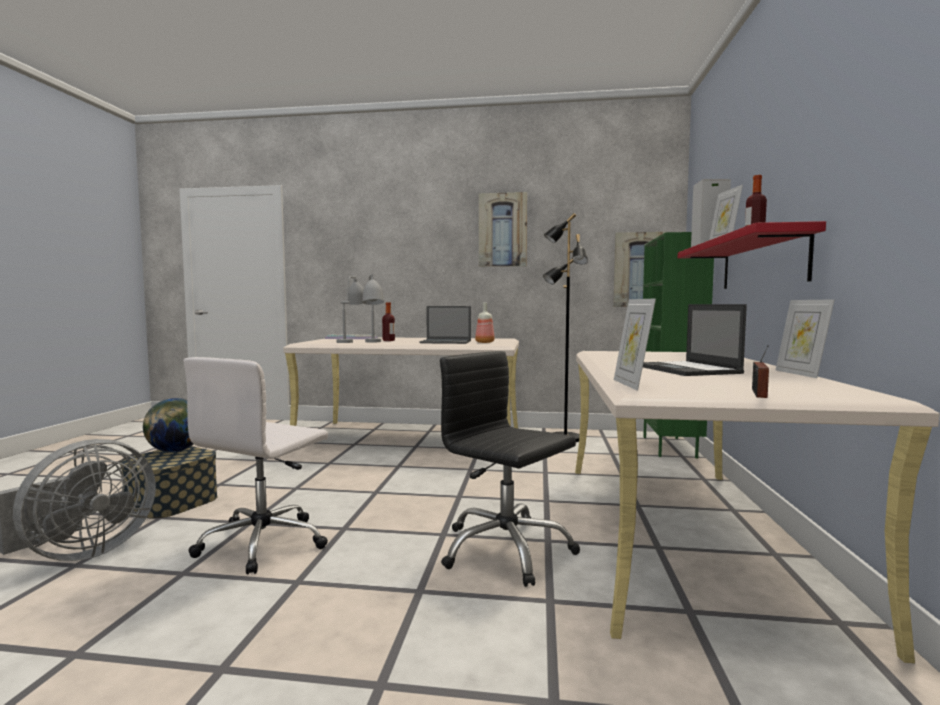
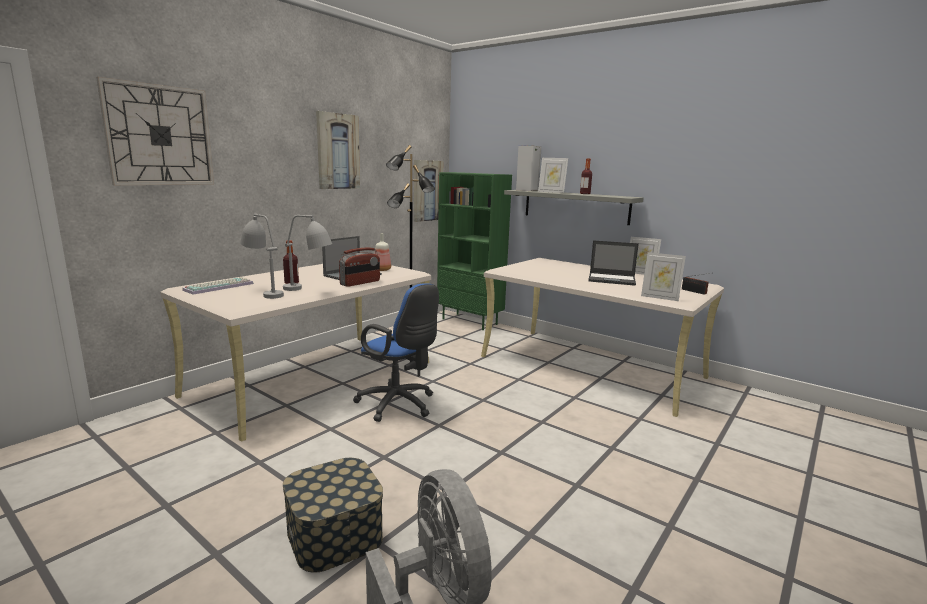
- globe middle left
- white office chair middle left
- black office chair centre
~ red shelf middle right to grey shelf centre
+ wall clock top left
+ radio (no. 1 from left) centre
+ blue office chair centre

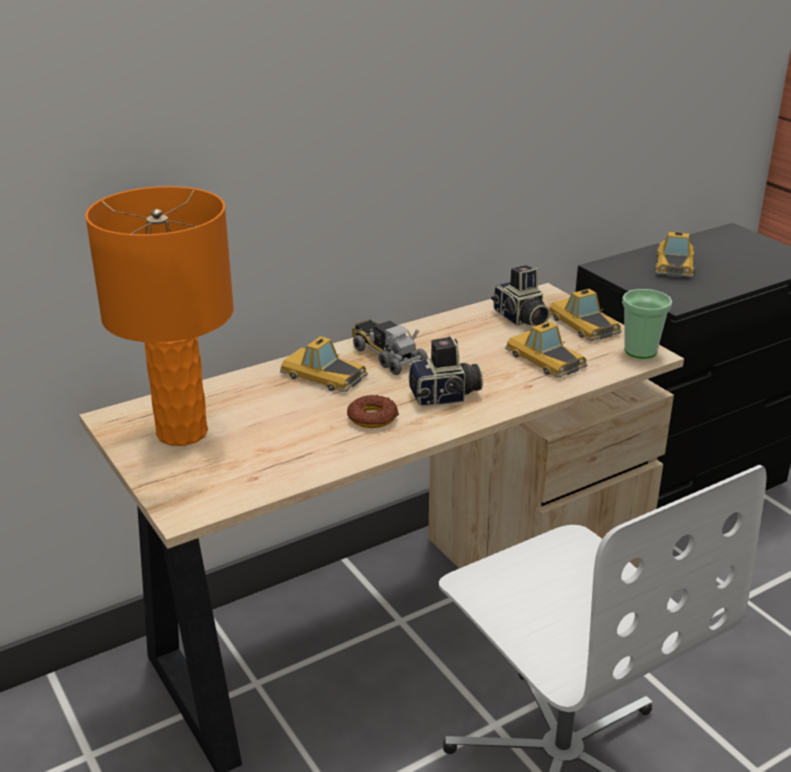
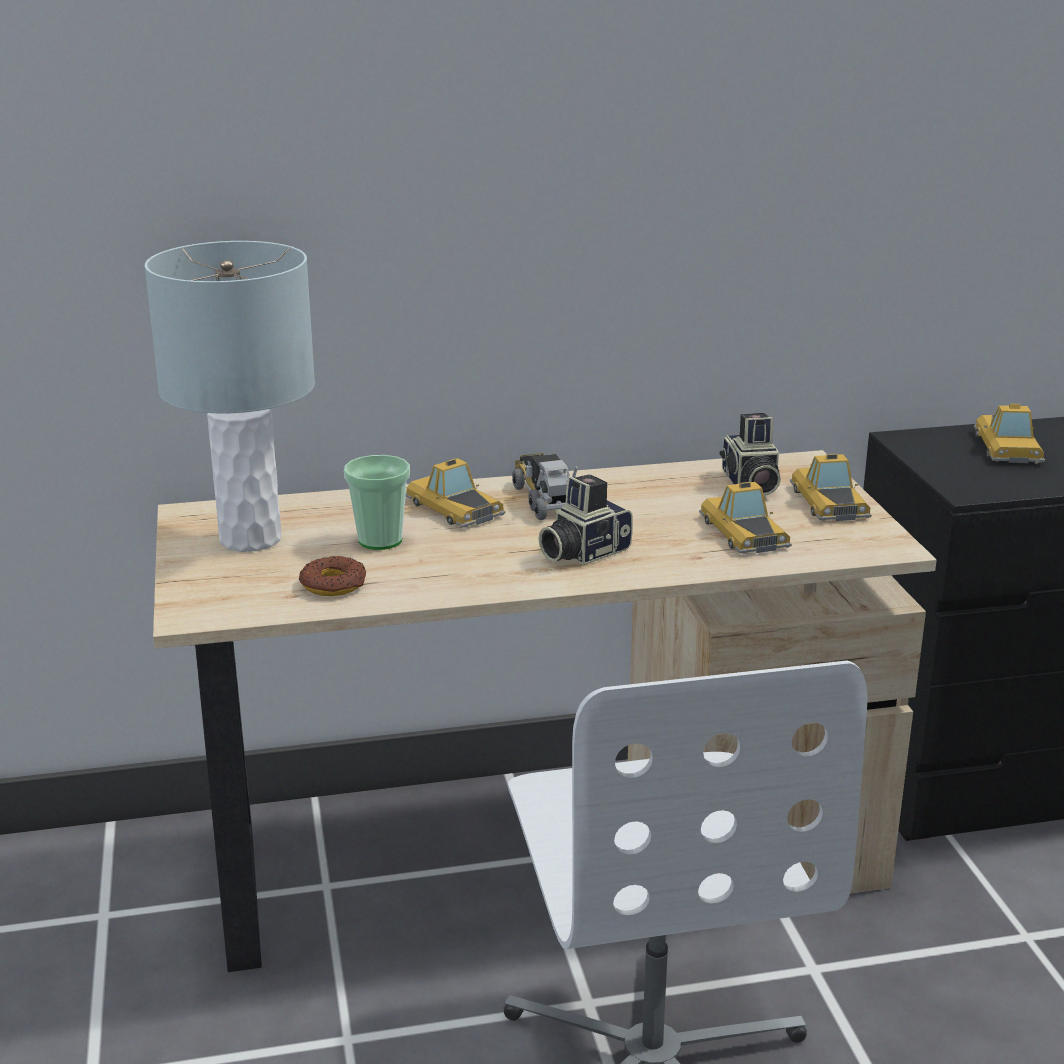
~ orange table lamp middle left to grey table lamp middle left
~ donut centre to middle left
~ photo camera (no. 1 from left) centre = centre 135 degrees clockwise
~ cup middle right to centre
~ toy car (no. 4 from left) top right = middle right 150 degrees clockwise

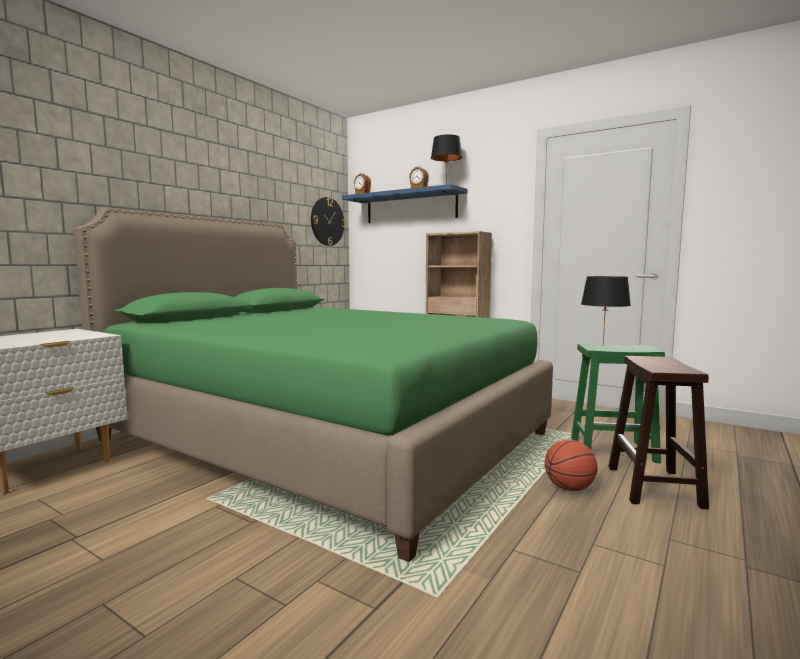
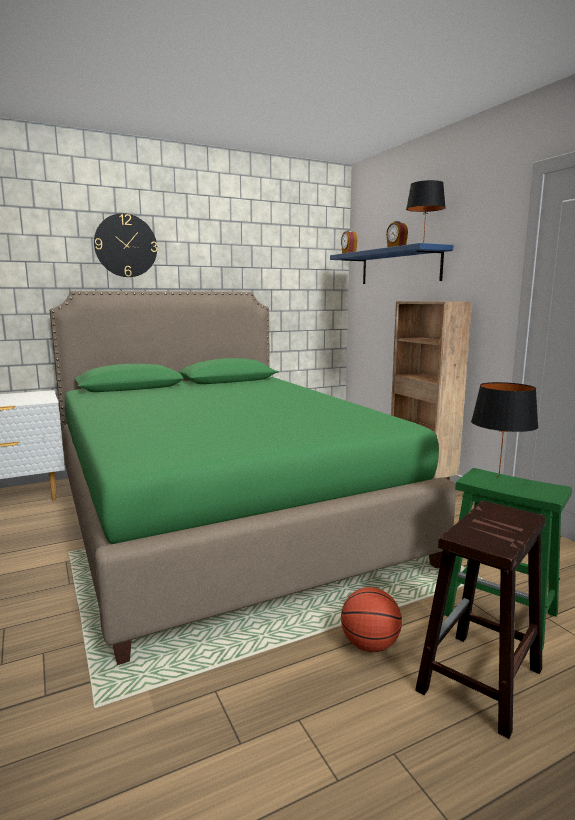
~ wall clock centre to top left

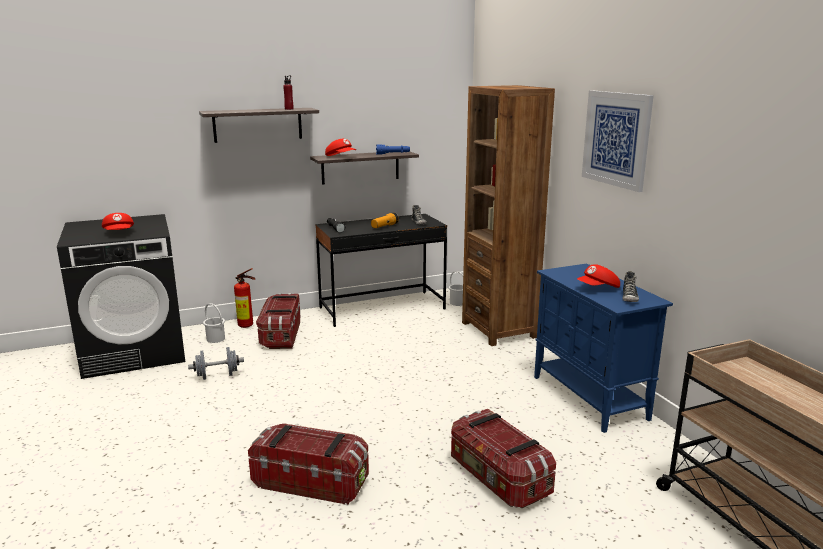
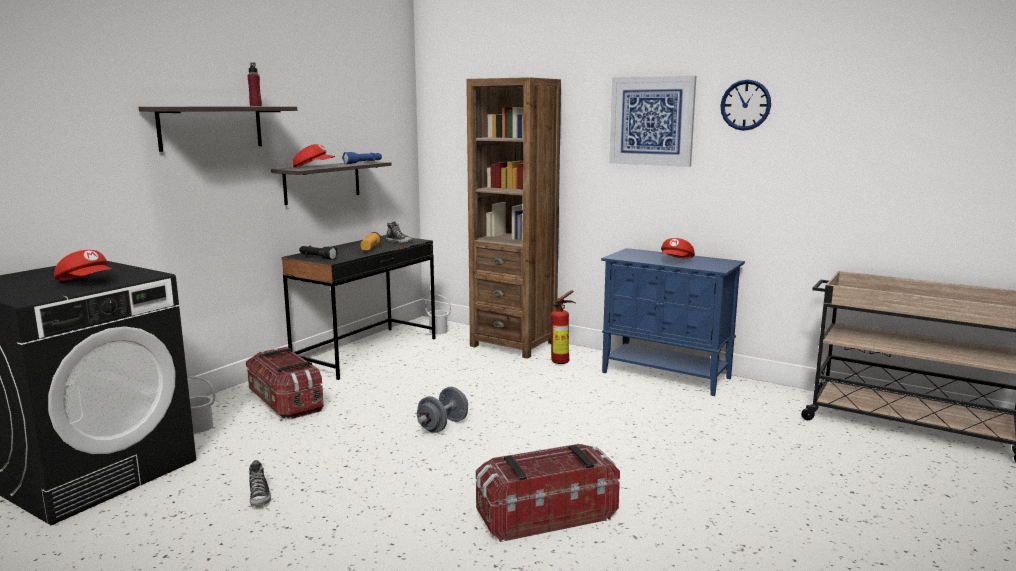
~ grey dumbbell middle left to bottom centre
~ fire extinguisher middle left to centre
- storage box (no. 3 from left) bottom centre
~ shoe (no. 2 from left in the first image) middle right to shoe (no. 1 from left) bottom left
+ wall clock top right

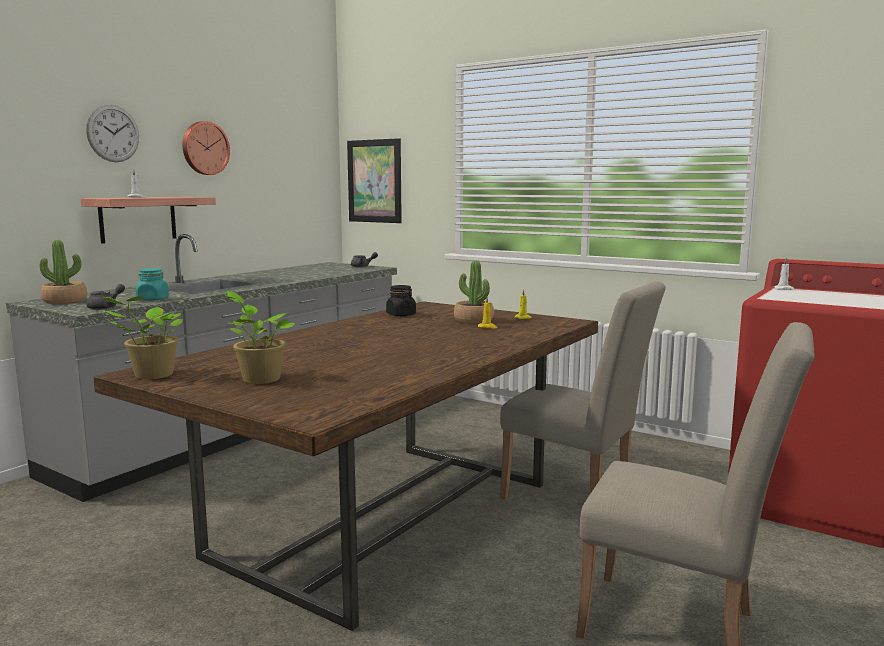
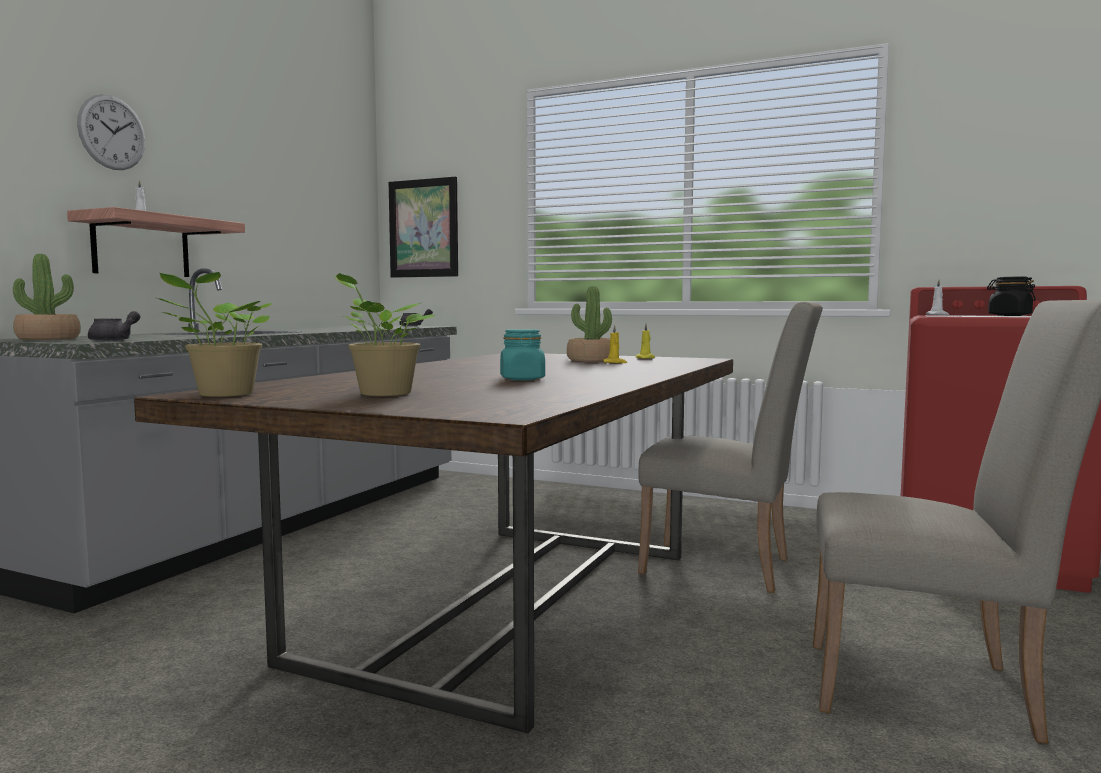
~ turquoise jar middle left to centre
- wall clock (no. 2 from left) top left
~ black jar centre to middle right

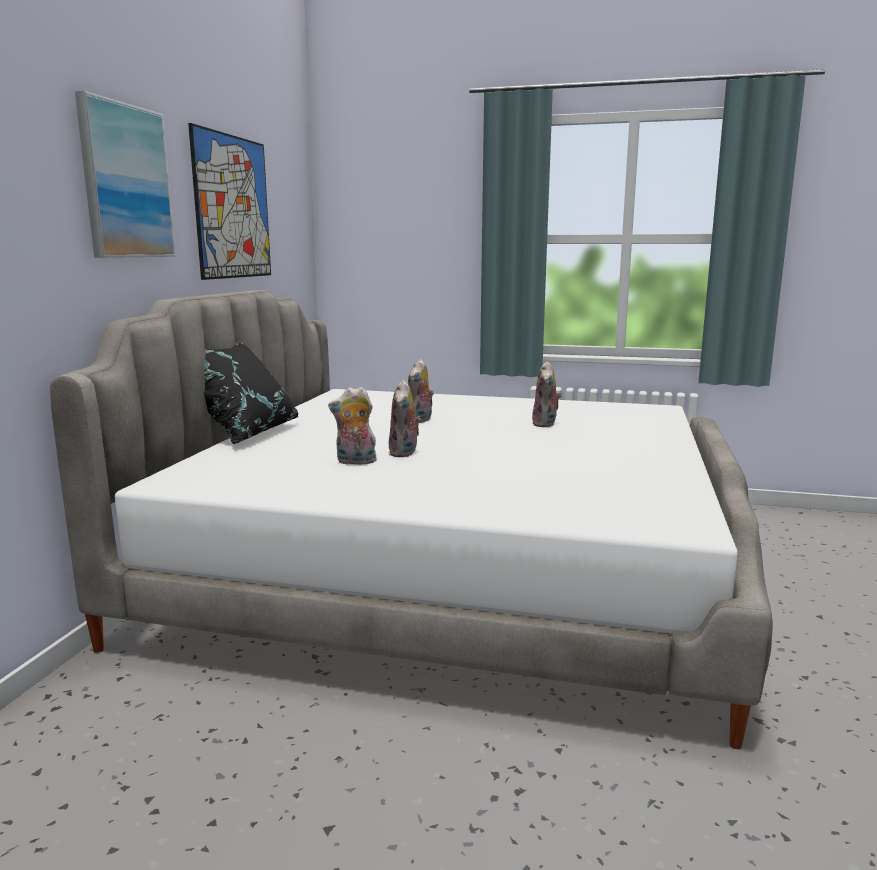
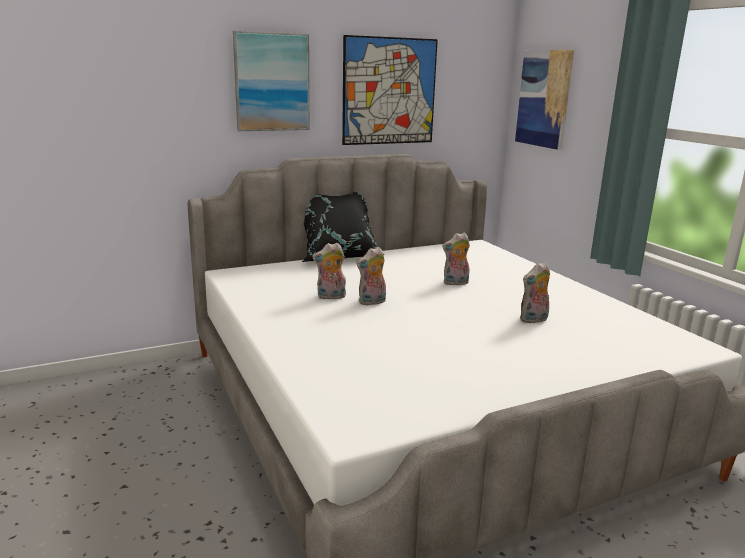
~ plush toy (no. 1 from left) centre = centre 60 degrees counterclockwise
+ picture (no. 3 from left) top right

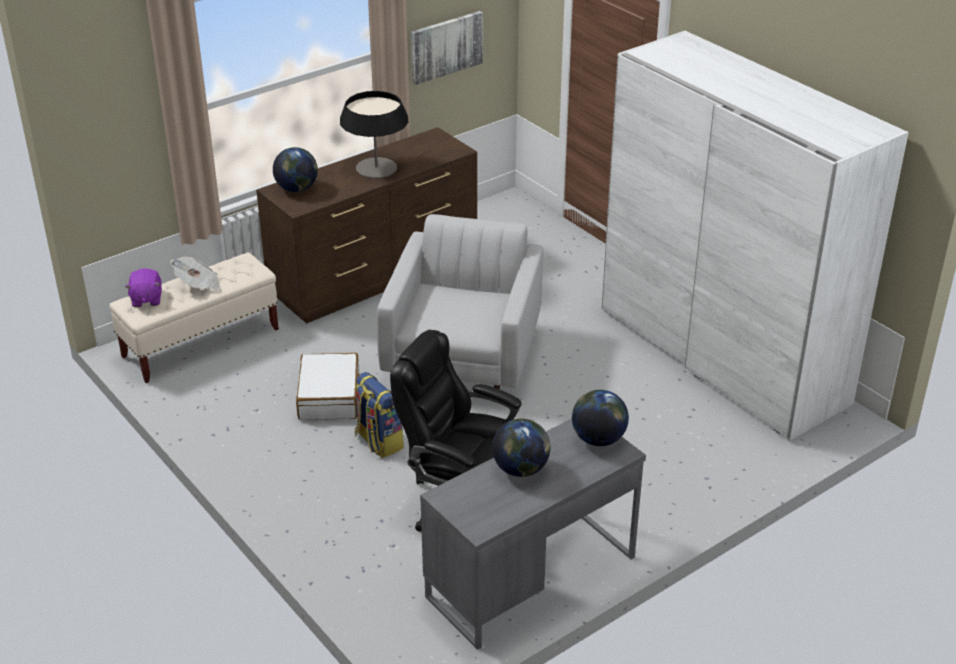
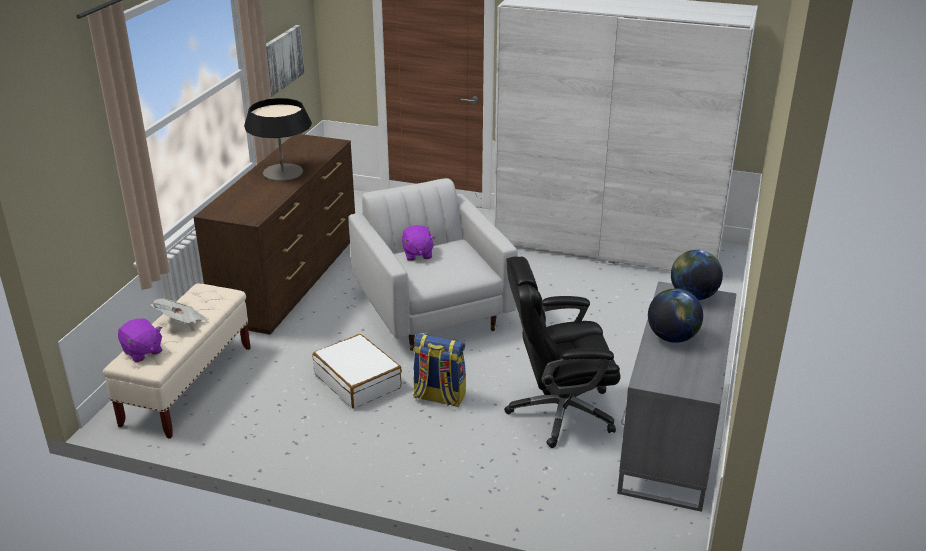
- globe (no. 1 from left) top left
+ purple plush toy (no. 2 from left) centre

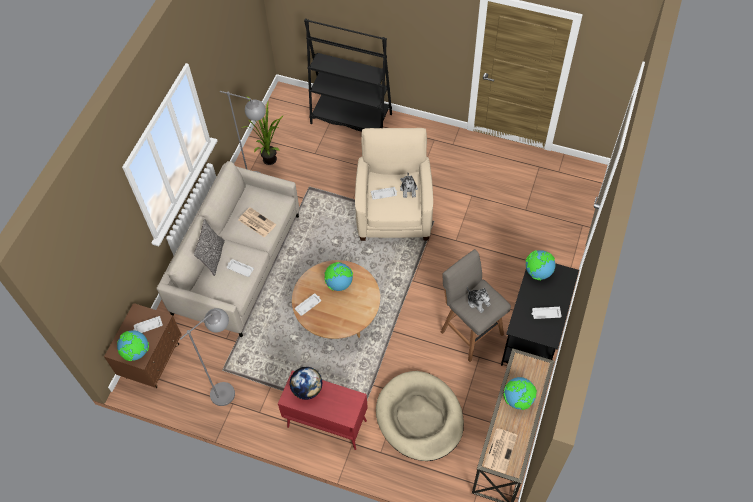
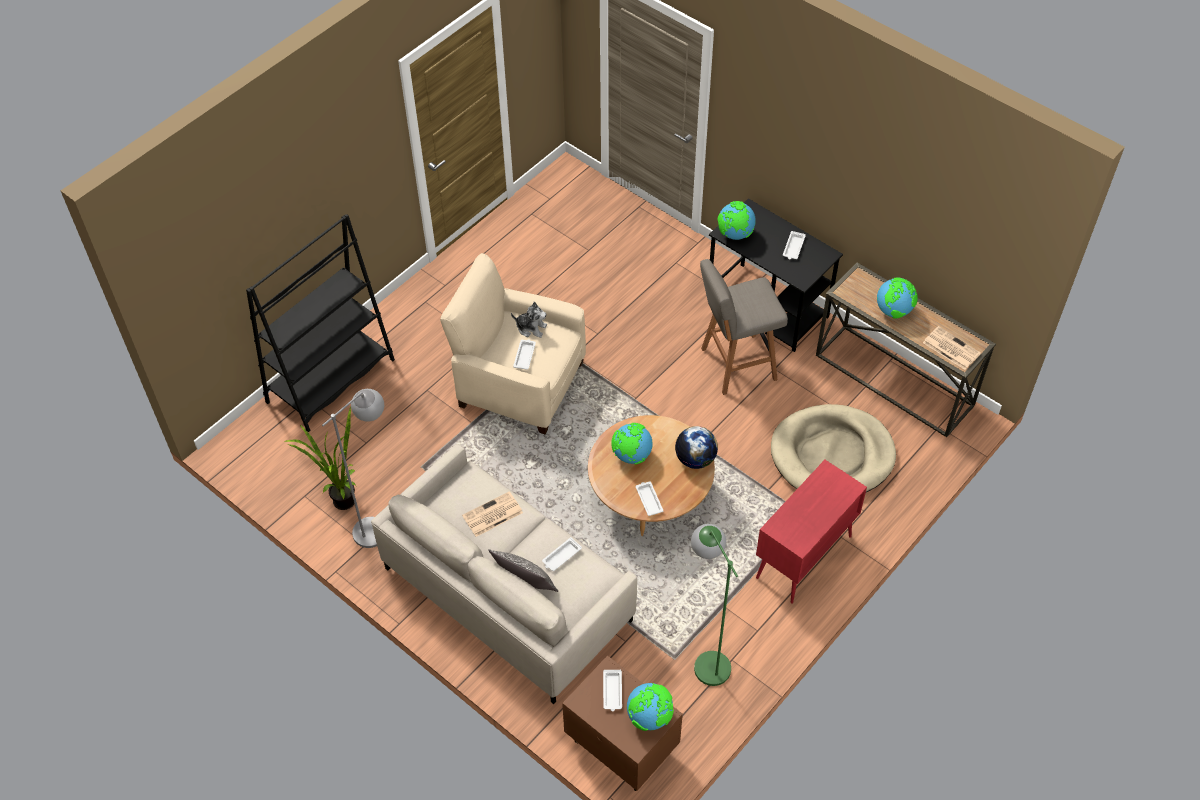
~ grey floor lamp (no. 1 from left) bottom left to green floor lamp bottom centre
~ globe (no. 2 from left in the first image) bottom centre to globe (no. 3 from left) centre
- plush toy (no. 2 from left) centre

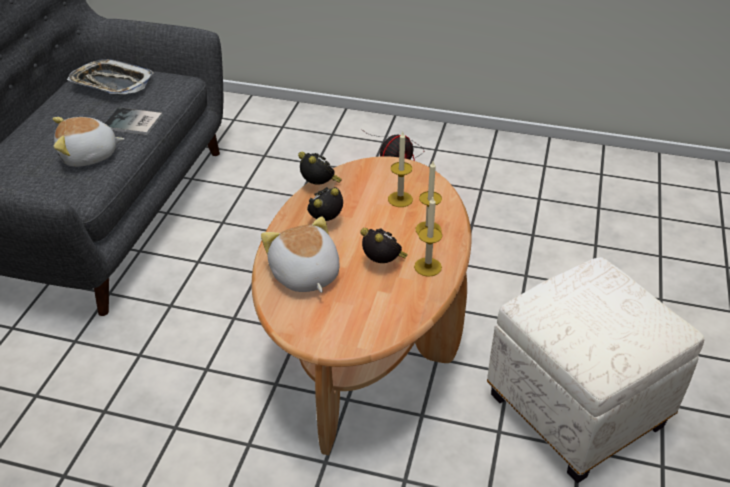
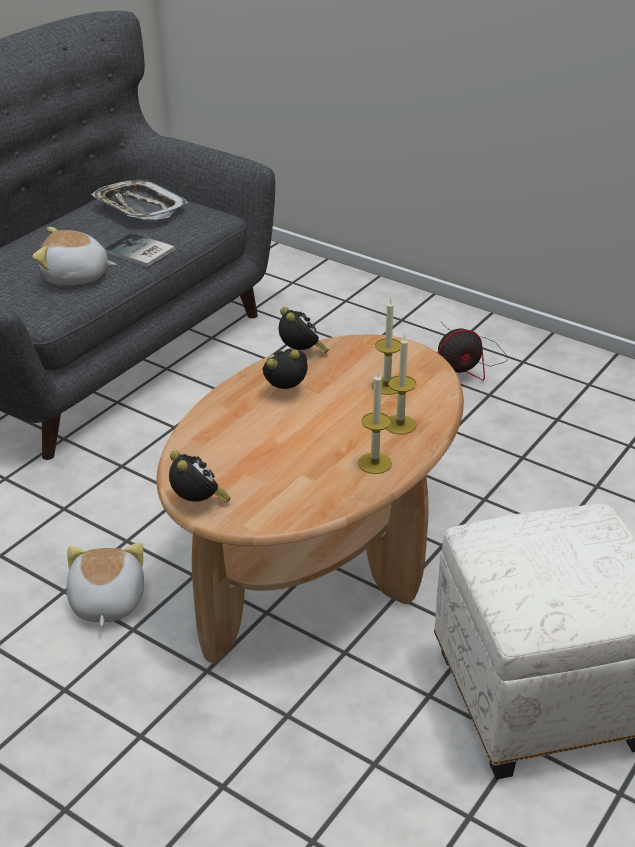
~ plush toy (no. 2 from left) centre to bottom left
~ alarm clock (no. 3 from left in the first image) centre to alarm clock (no. 1 from left) middle left

